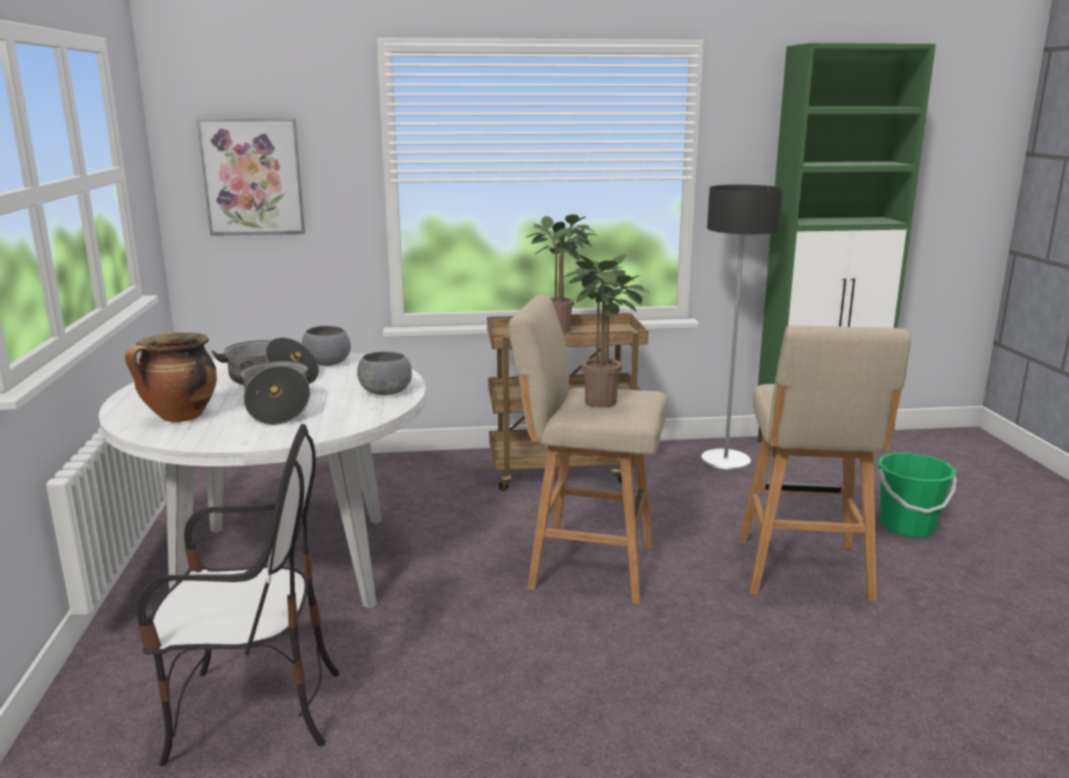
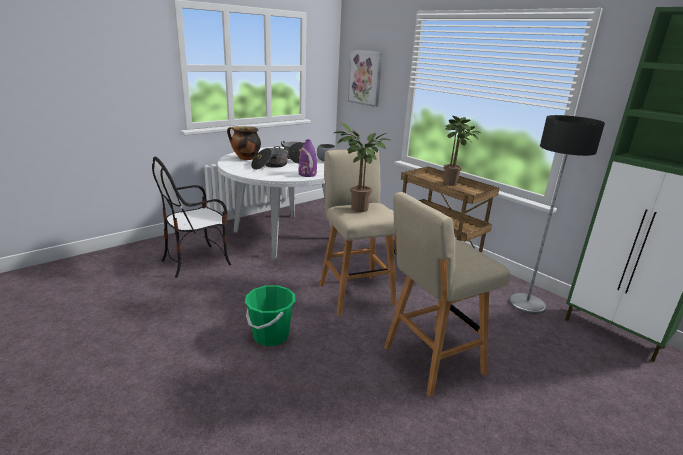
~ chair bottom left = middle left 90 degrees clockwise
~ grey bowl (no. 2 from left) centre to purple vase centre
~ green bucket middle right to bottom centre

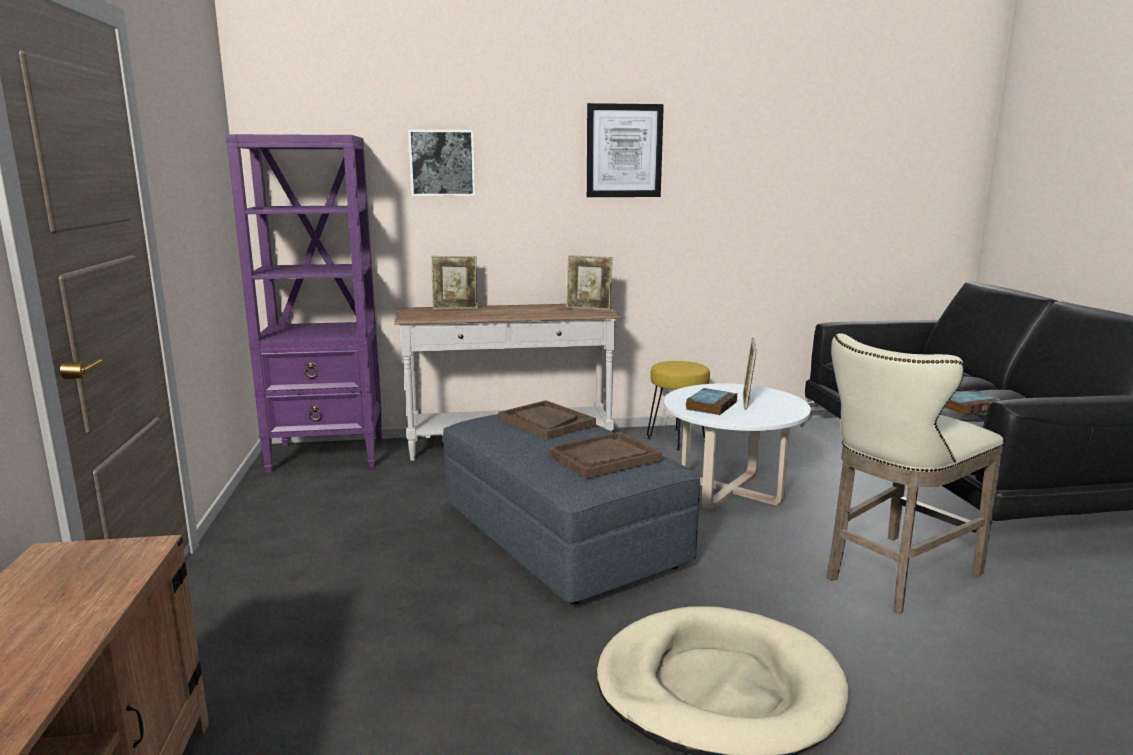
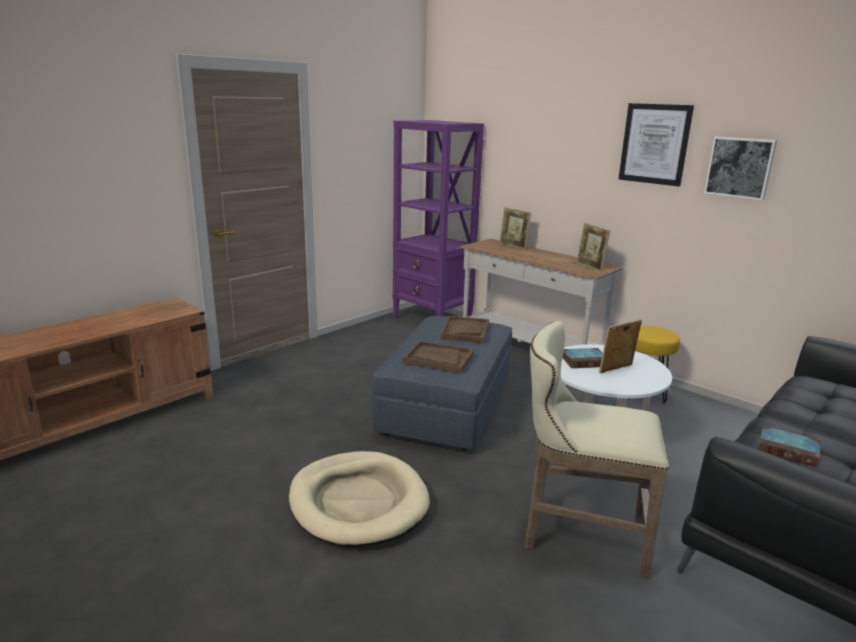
~ picture (no. 1 from left in the first image) top centre to picture (no. 2 from left) top right

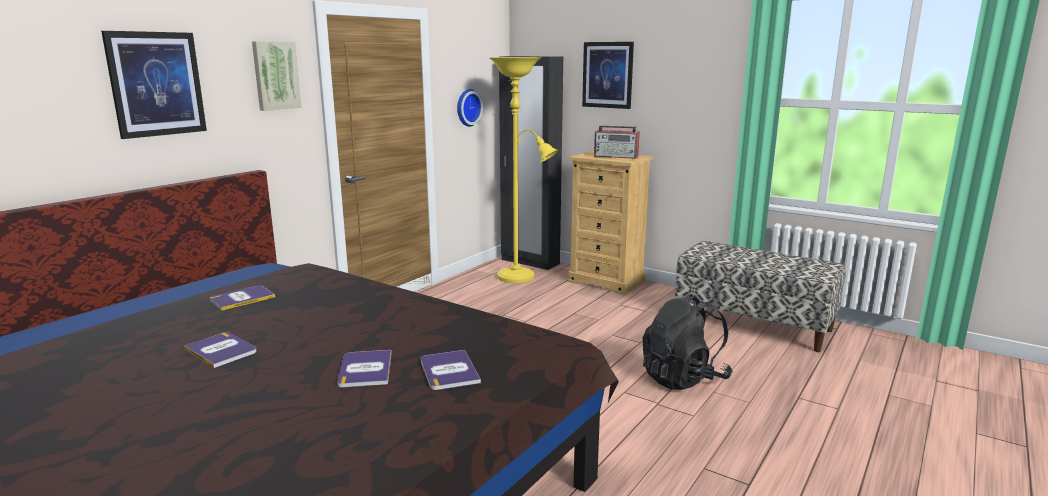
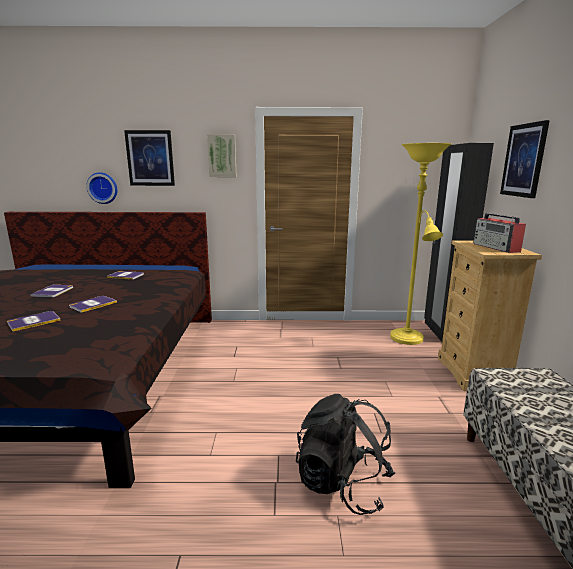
~ book (no. 4 from left in the first image) bottom centre to book (no. 3 from left) middle left
~ wall clock top centre to top left

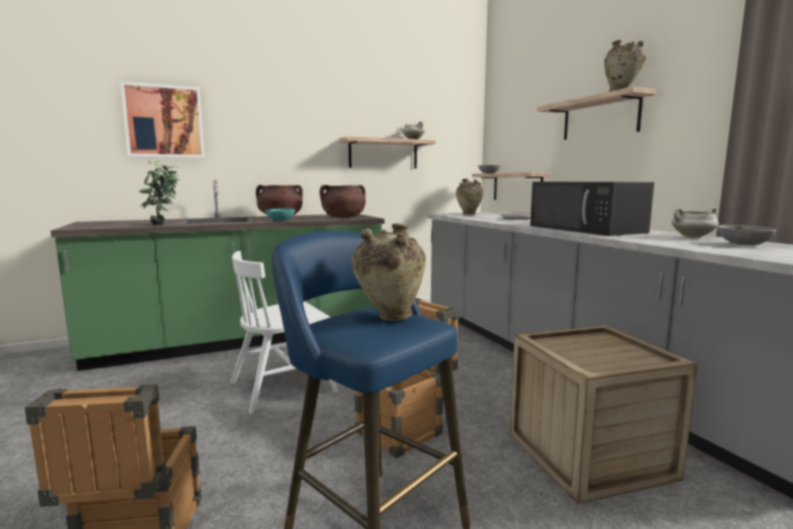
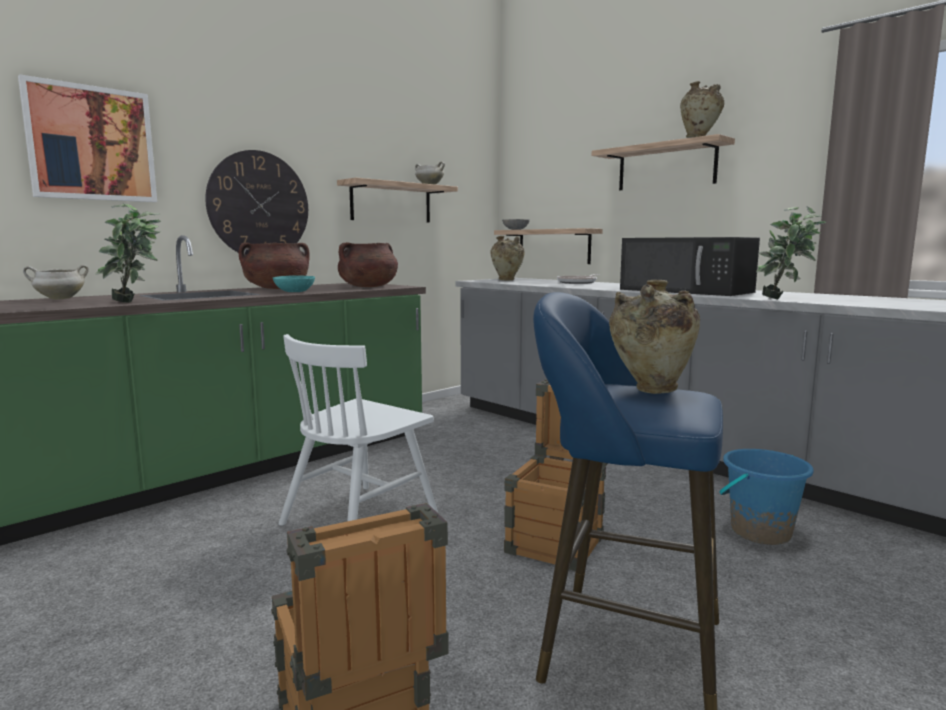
~ crate (no. 3 from left) bottom right to blue bucket bottom right
~ white cooking pot (no. 2 from left in the first image) middle right to white cooking pot (no. 1 from left) middle left
- grey bowl (no. 2 from left) middle right
+ wall clock top left
+ potted plant (no. 2 from left) middle right

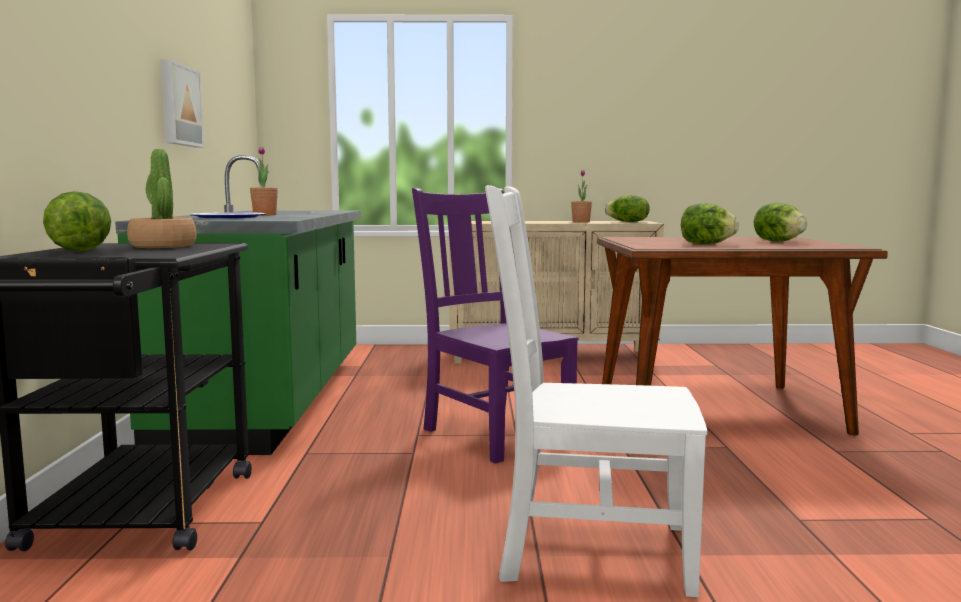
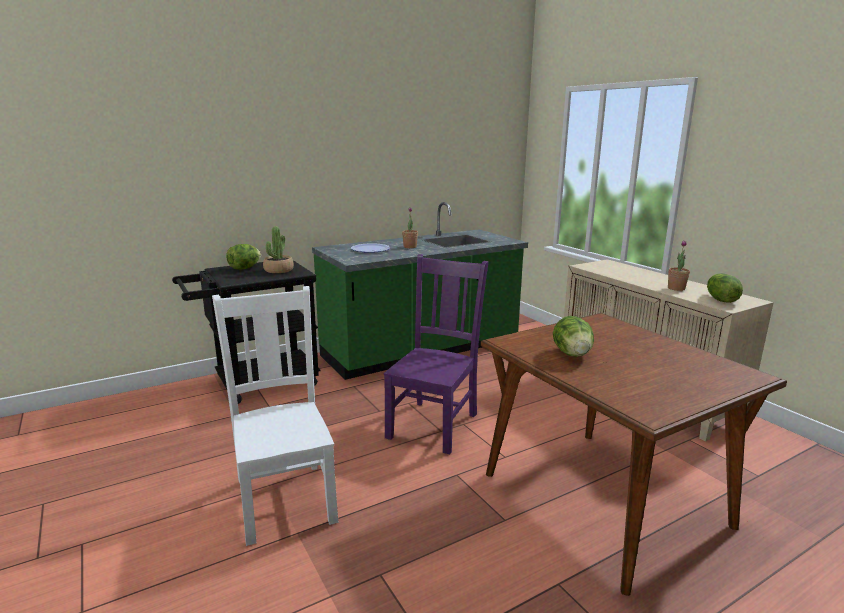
- picture top left
- lettuce (no. 4 from left) middle right

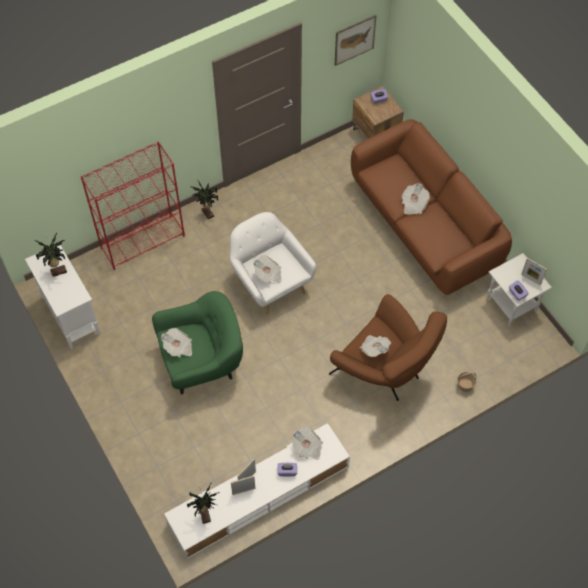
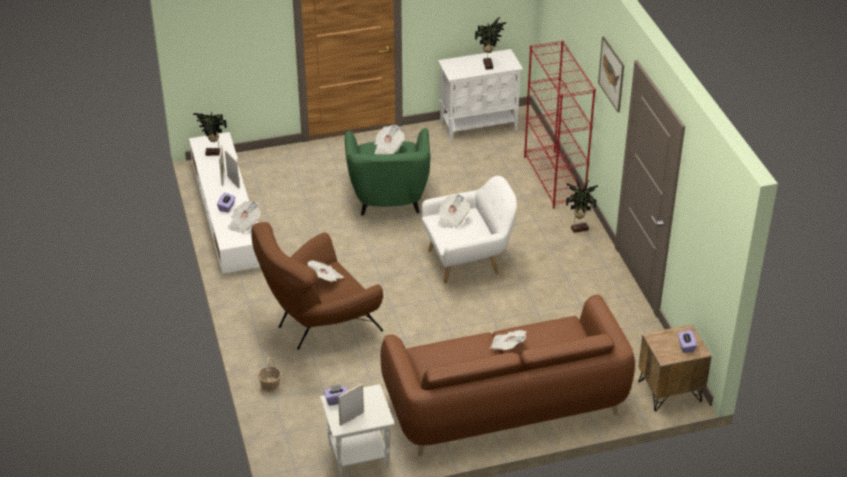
~ picture top centre to top right

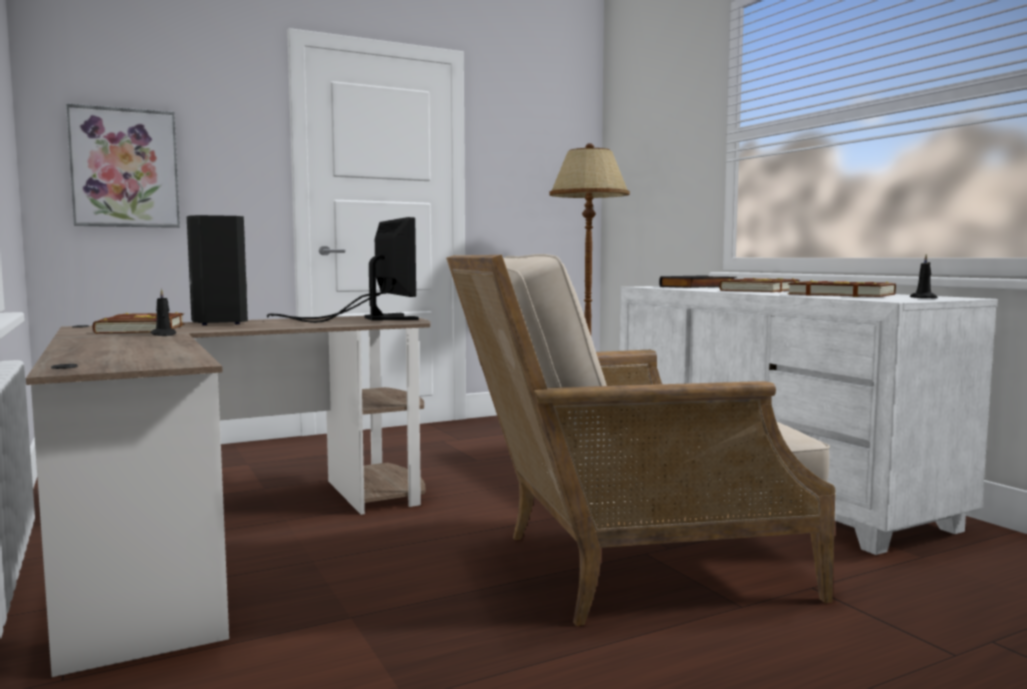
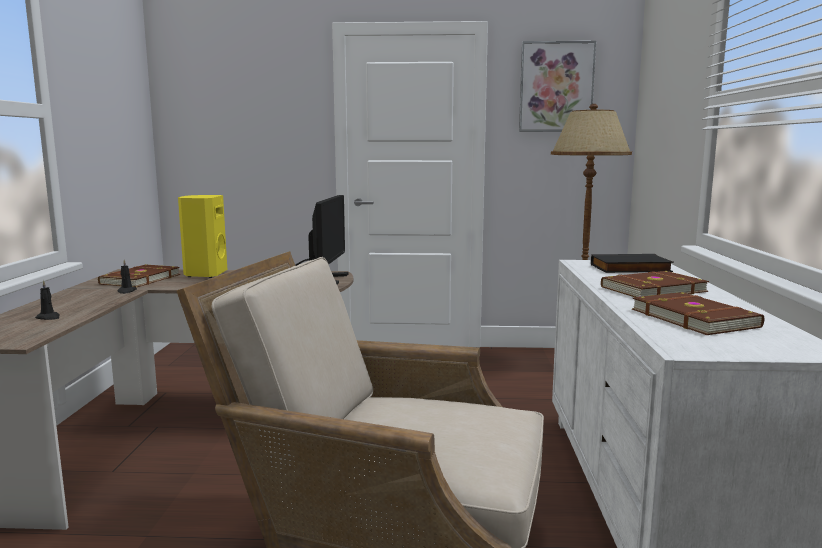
~ picture top left to top right
~ black speaker middle left to yellow speaker middle left
~ black candle (no. 2 from left in the first image) middle right to black candle (no. 1 from left) middle left

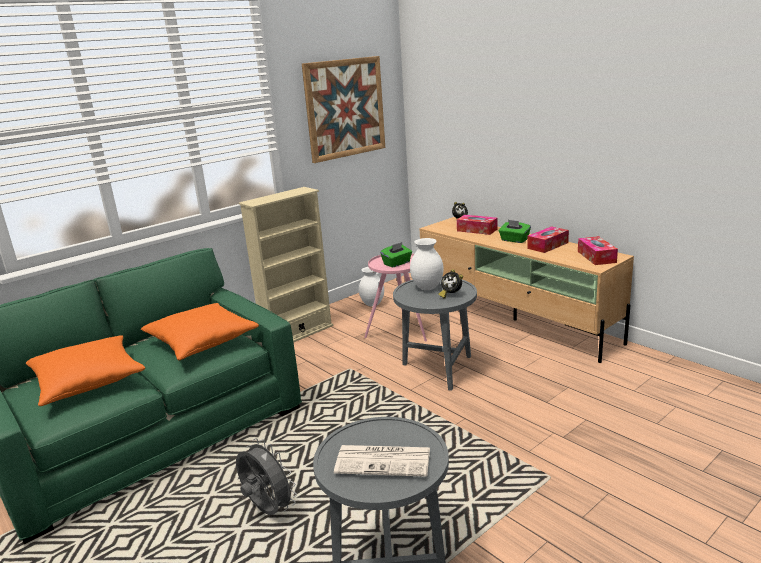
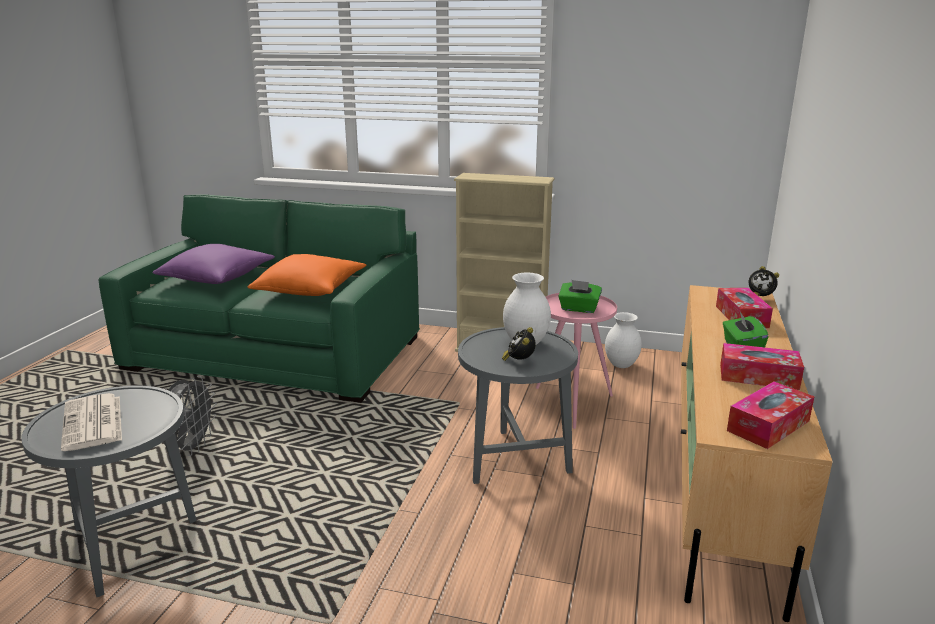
~ orange pillow (no. 1 from left) middle left to purple pillow middle left
- picture top centre

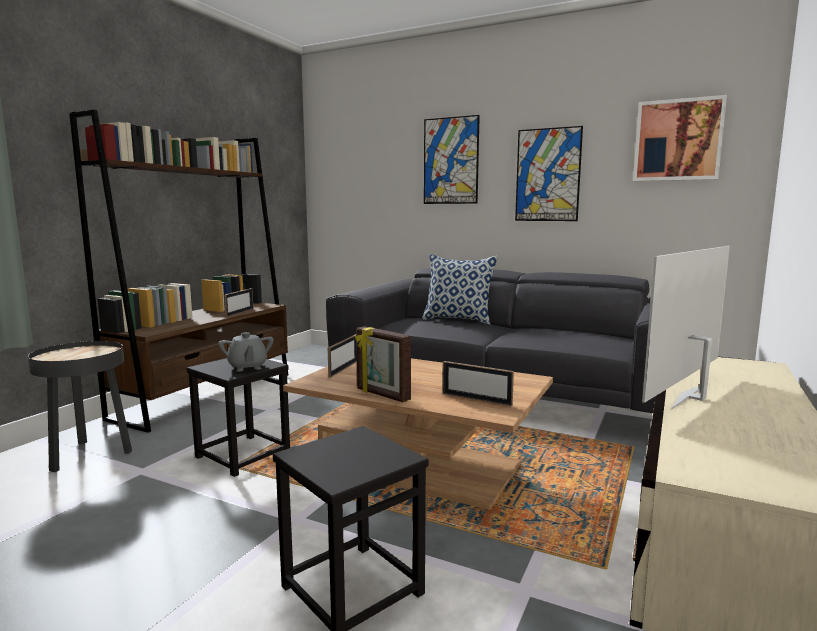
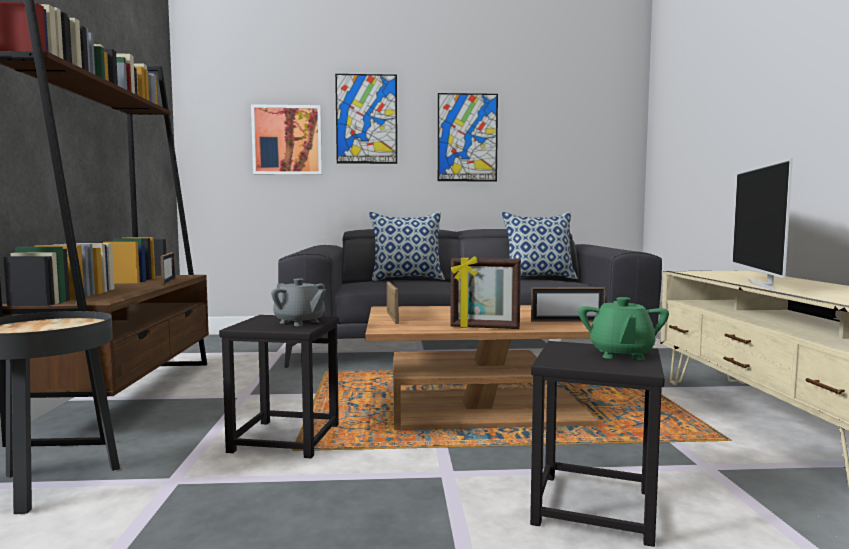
~ picture (no. 3 from left in the first image) top right to picture (no. 1 from left) top centre
+ pillow (no. 2 from left) centre
+ green teapot middle right

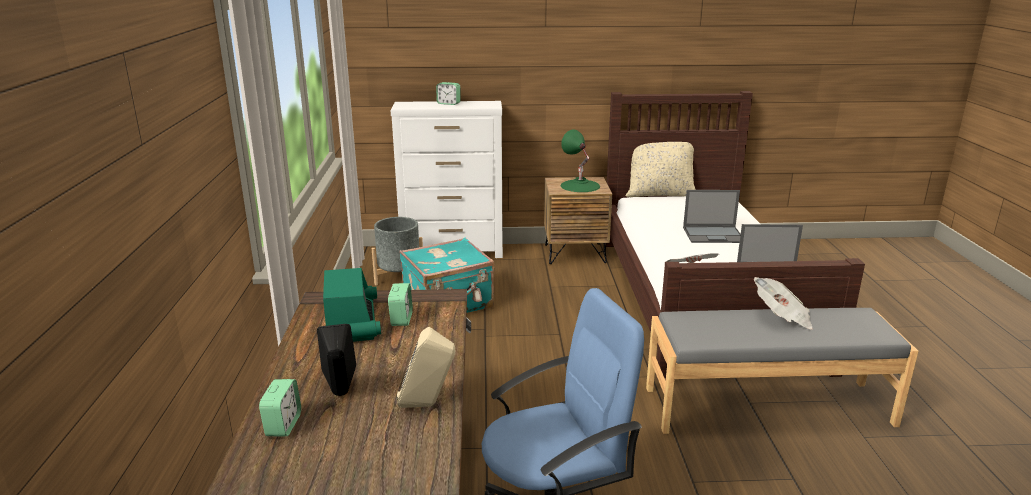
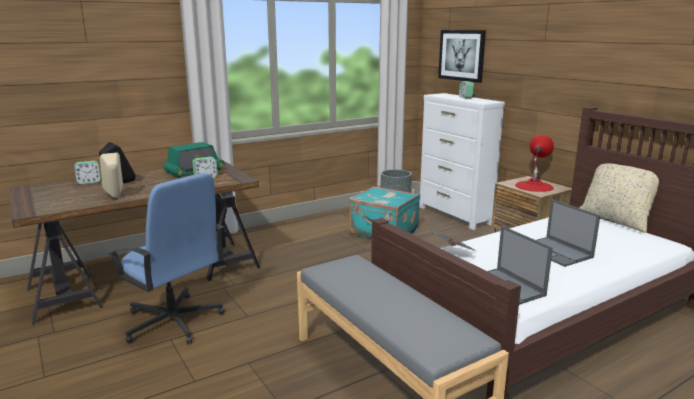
~ green table lamp top centre to red table lamp middle right
- newspaper (no. 2 from left) middle right
+ picture top centre

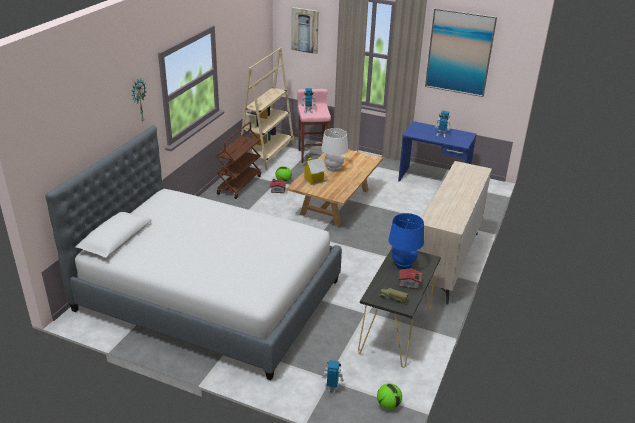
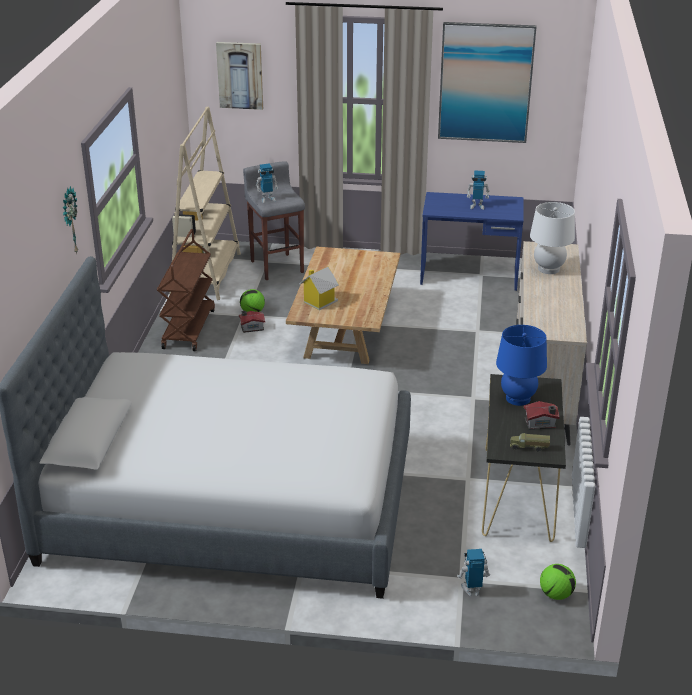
~ pink stool top centre to grey stool top centre
~ white table lamp centre to middle right

